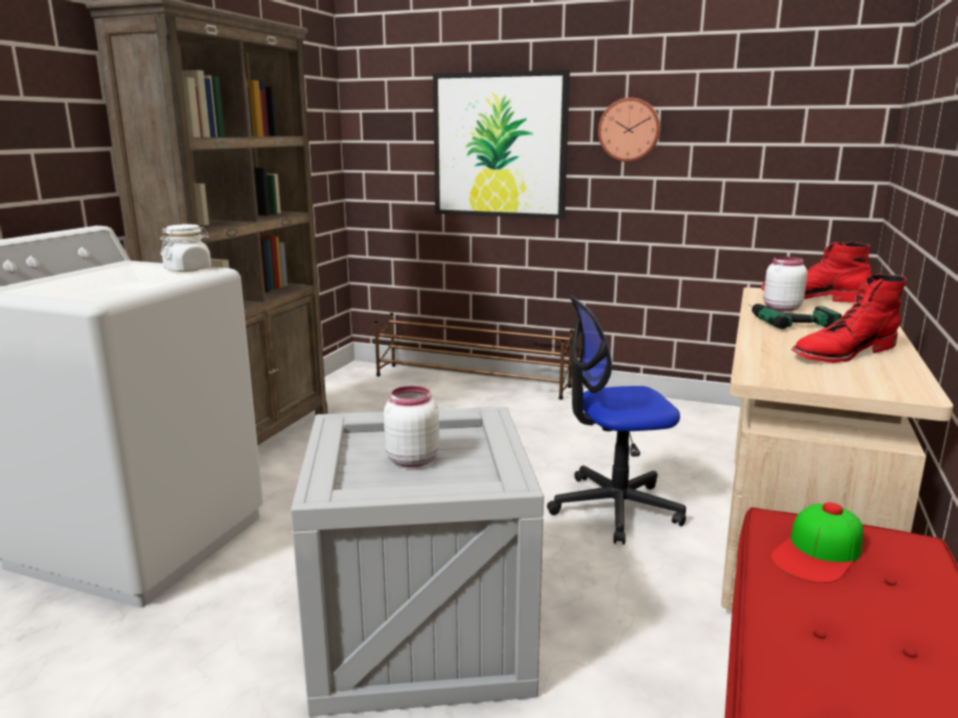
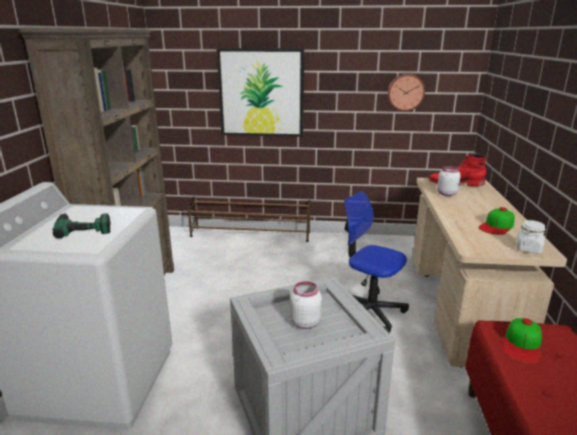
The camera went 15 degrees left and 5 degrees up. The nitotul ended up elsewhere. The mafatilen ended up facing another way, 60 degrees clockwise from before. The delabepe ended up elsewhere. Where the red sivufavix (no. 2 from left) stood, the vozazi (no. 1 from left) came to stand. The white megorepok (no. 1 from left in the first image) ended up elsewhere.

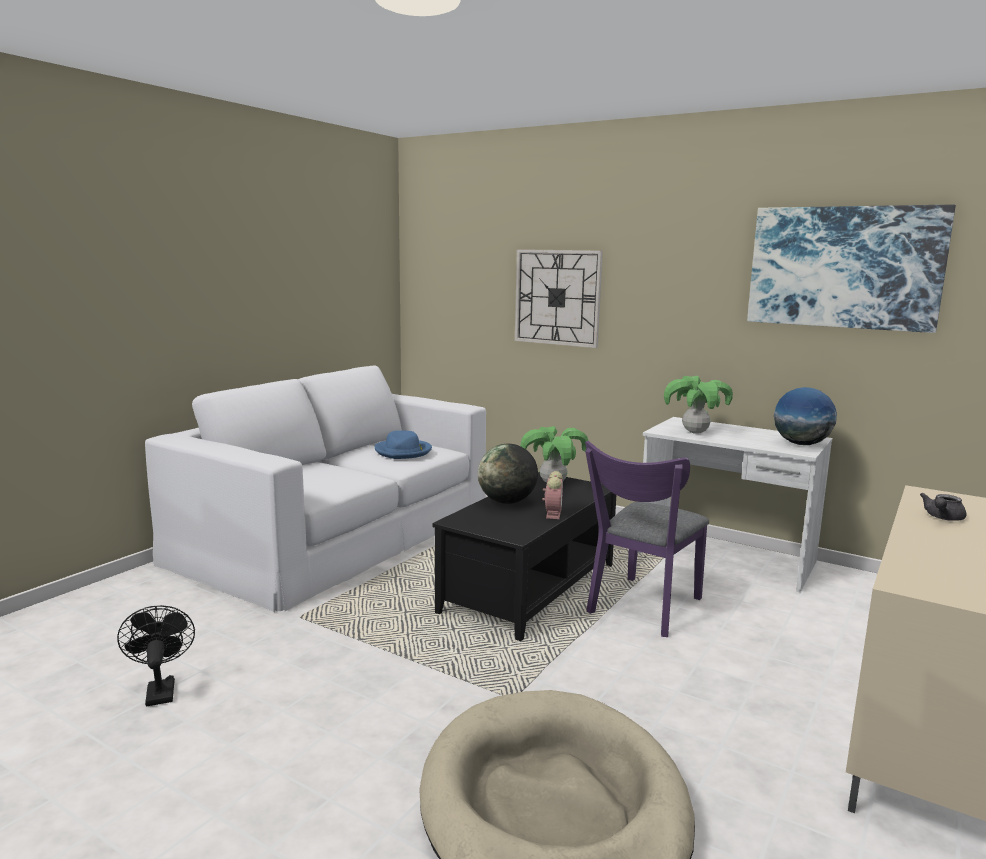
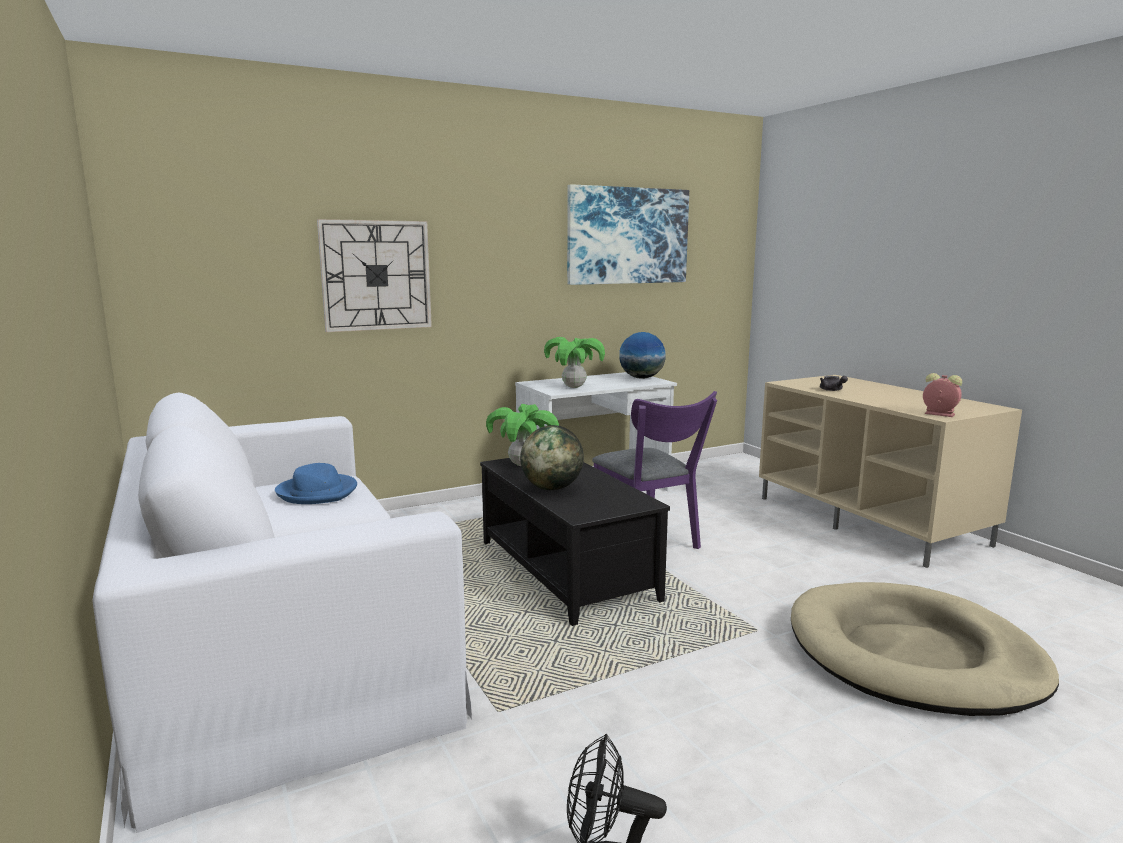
The camera went 60 degrees left and 0 degrees up. The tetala ended up elsewhere.

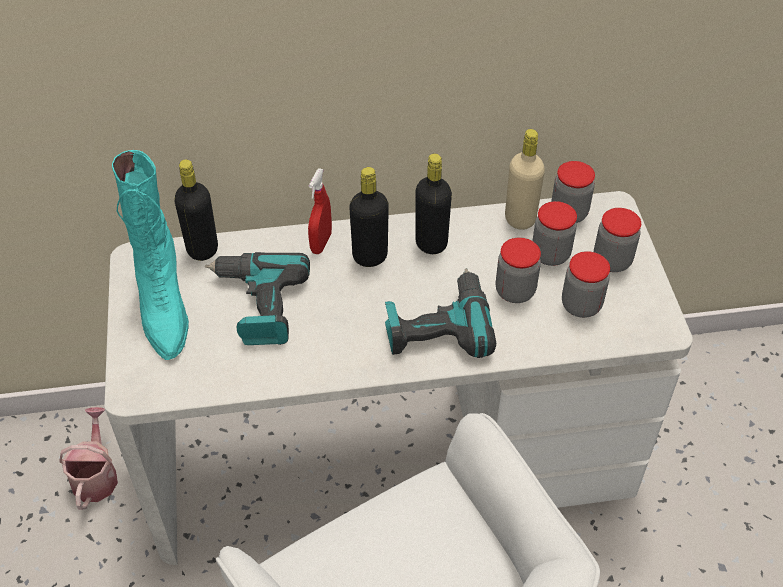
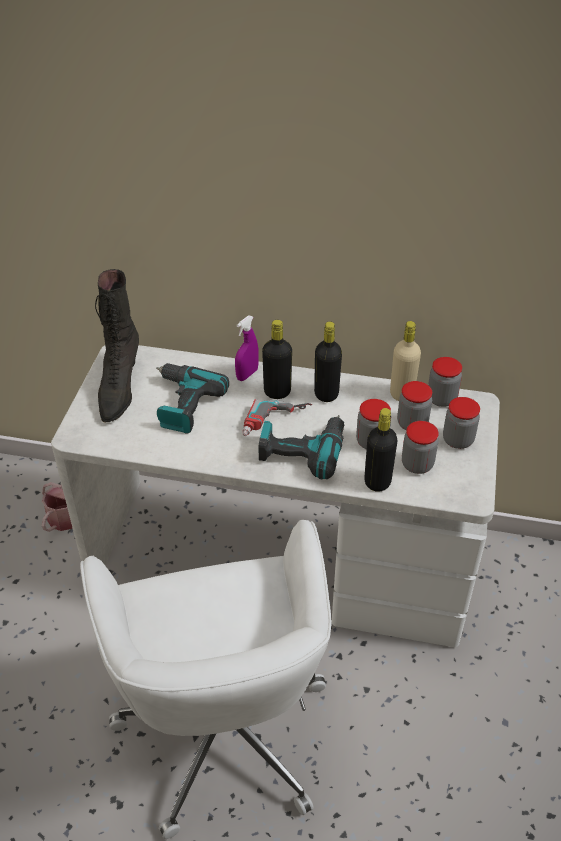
The camera went 20 degrees right and 5 degrees down. What was the turquoise sivufavix turned into the black sivufavix. What was the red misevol turned into the purple misevol. The second view gained the nitotul (no. 2 from left). The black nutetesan (no. 1 from left in the first image) ended up elsewhere.

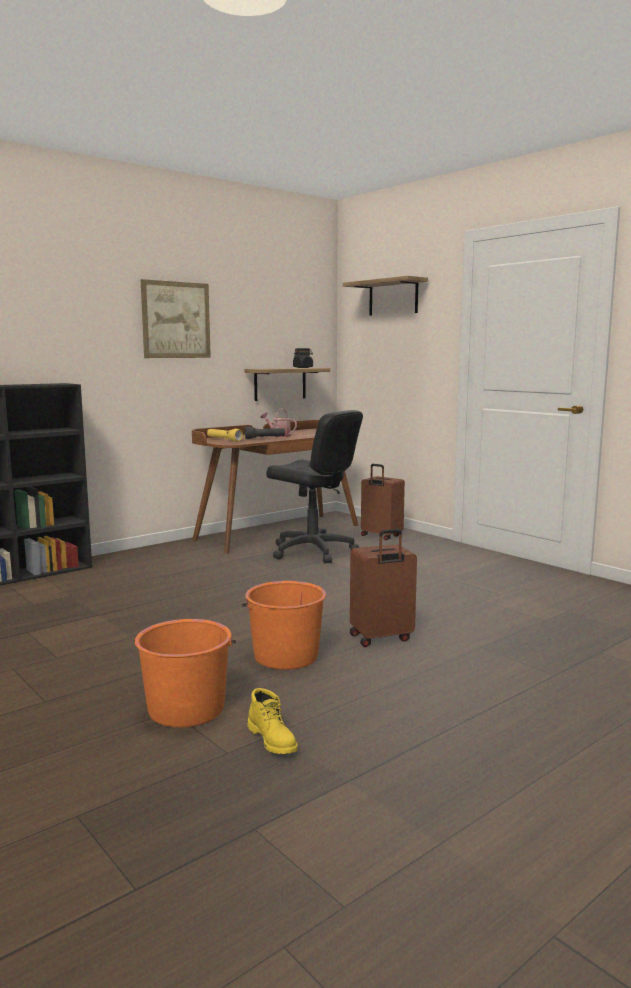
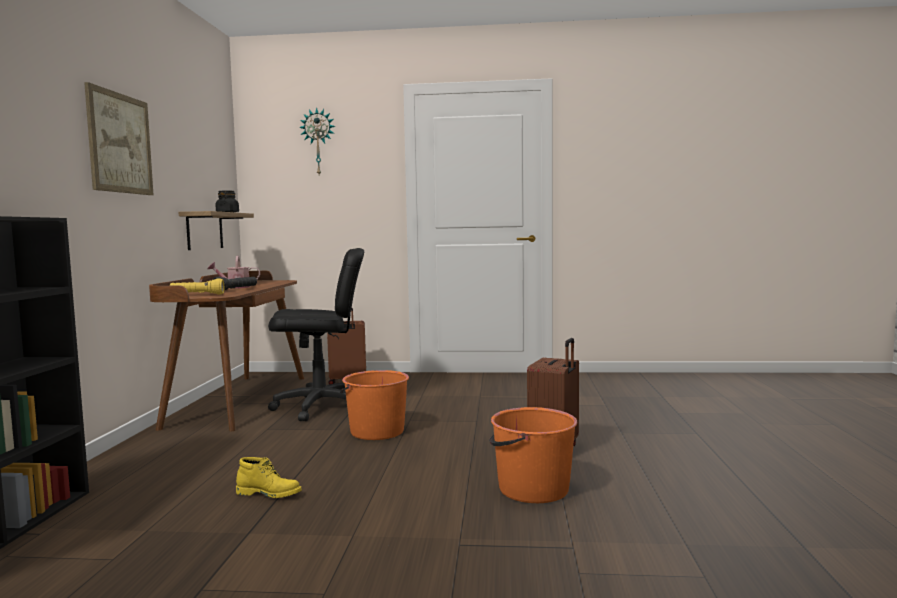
The camera went 45 degrees left and 5 degrees down. The yellow sivufavix ended up elsewhere. Where the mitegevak (no. 2 from left) hung, the delabepe came to hang. The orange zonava (no. 1 from left) ended up elsewhere.

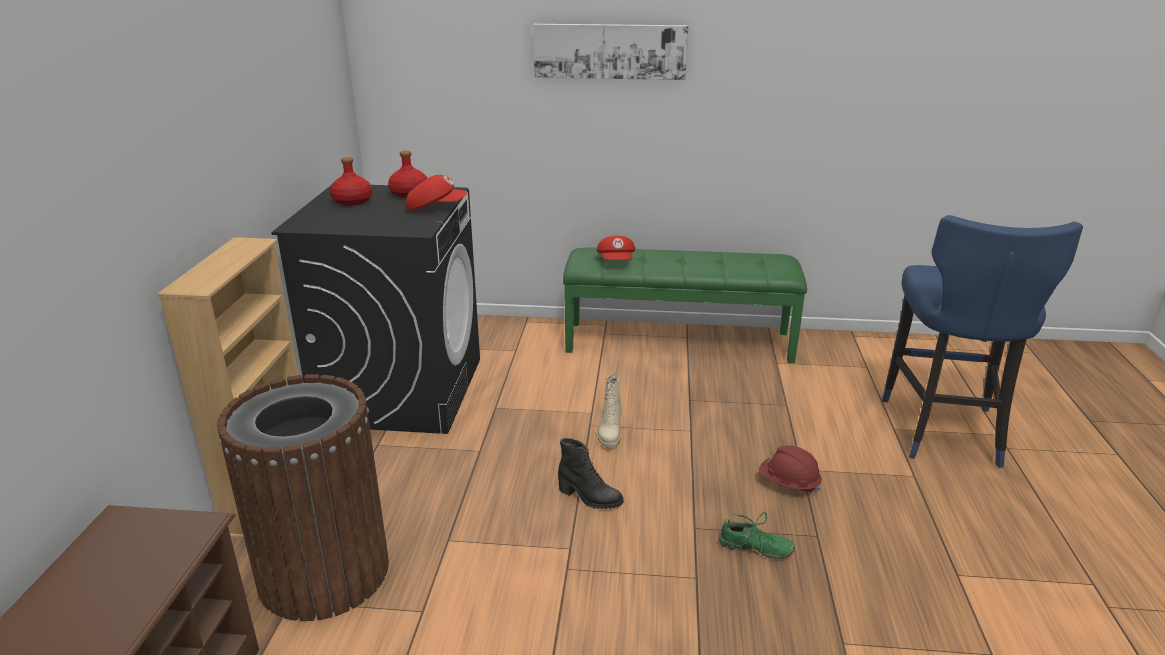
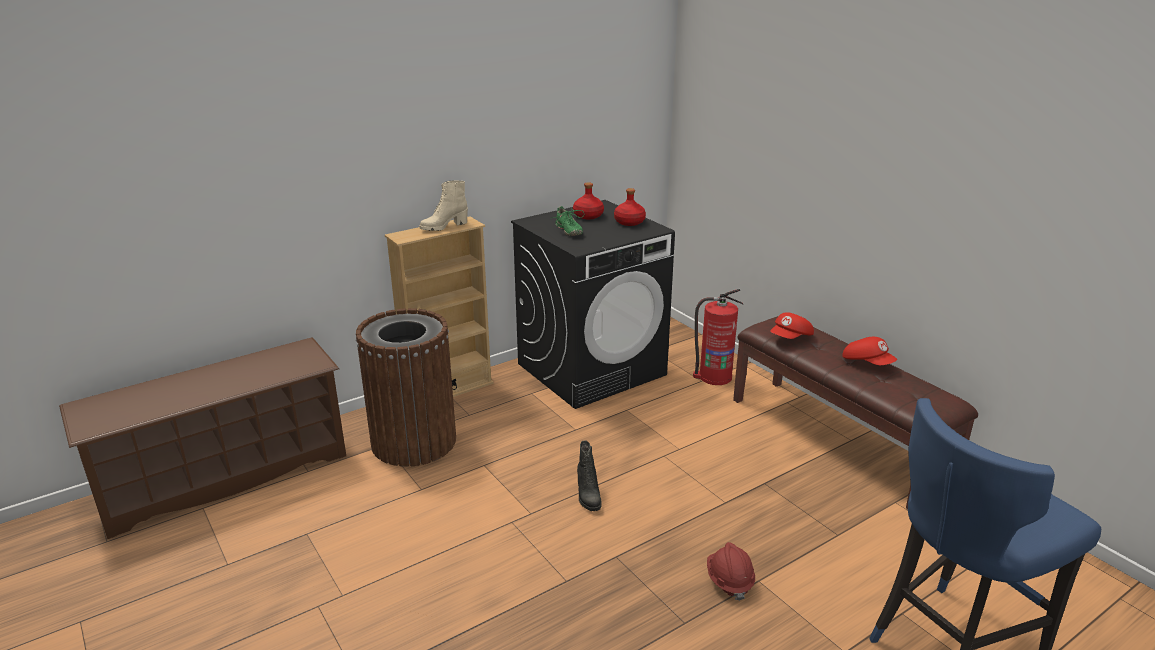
The camera went 50 degrees right and 0 degrees up. The beige sivufavix ended up elsewhere. The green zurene ended up elsewhere. The second view gained the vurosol. What was the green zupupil turned into the brown zupupil. The red vozazi (no. 1 from left in the first image) ended up elsewhere. The second view lost the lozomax.

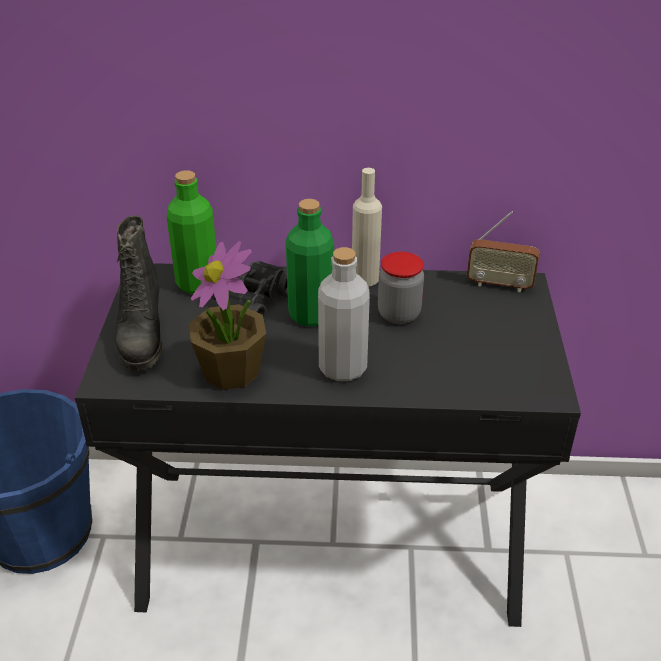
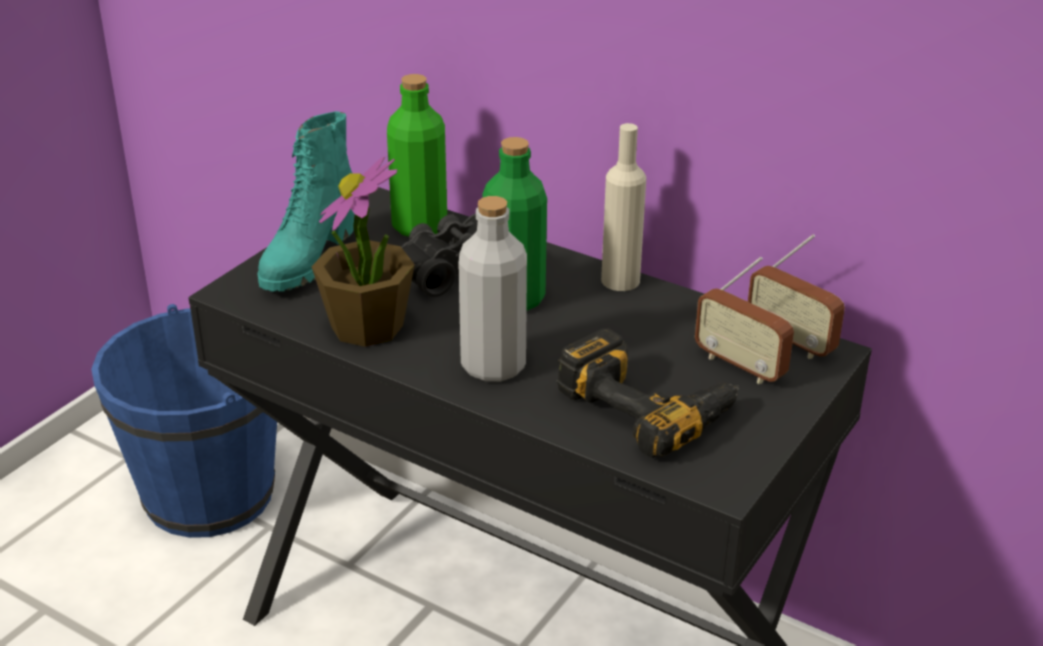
The camera went 30 degrees right and 5 degrees down. What was the black sivufavix turned into the turquoise sivufavix. The second view gained the nitotul. The second view gained the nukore (no. 1 from left). The second view lost the megorepok.

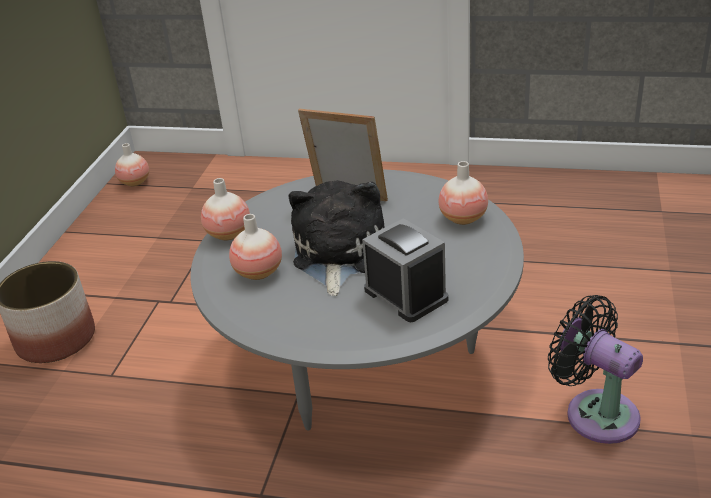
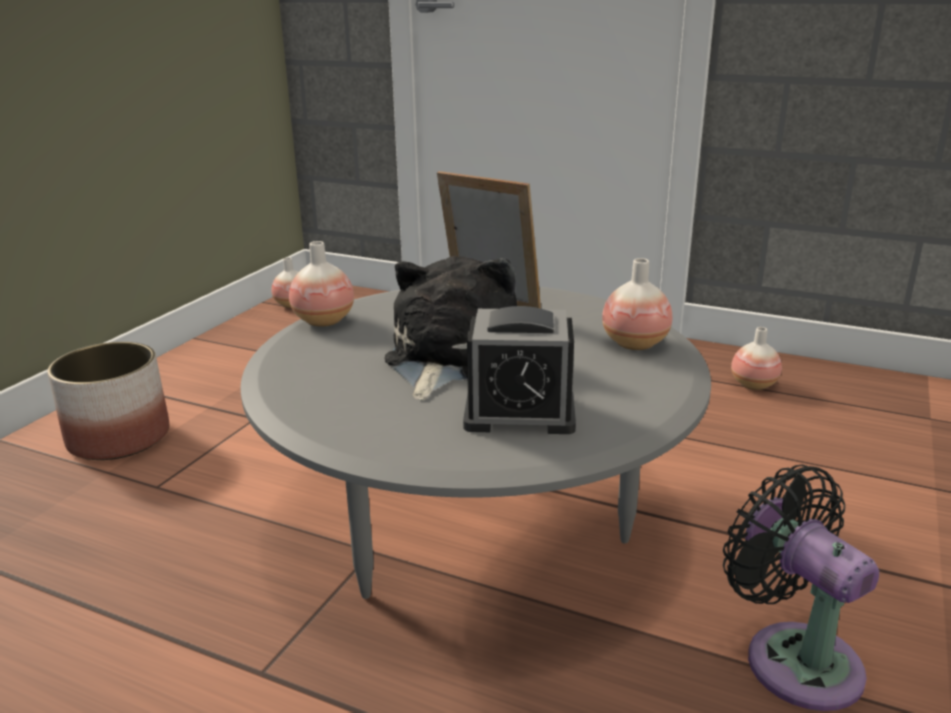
The camera went 10 degrees right and 10 degrees down. The tetala ended up facing another way, 120 degrees clockwise from before. The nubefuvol (no. 3 from left in the first image) ended up elsewhere.

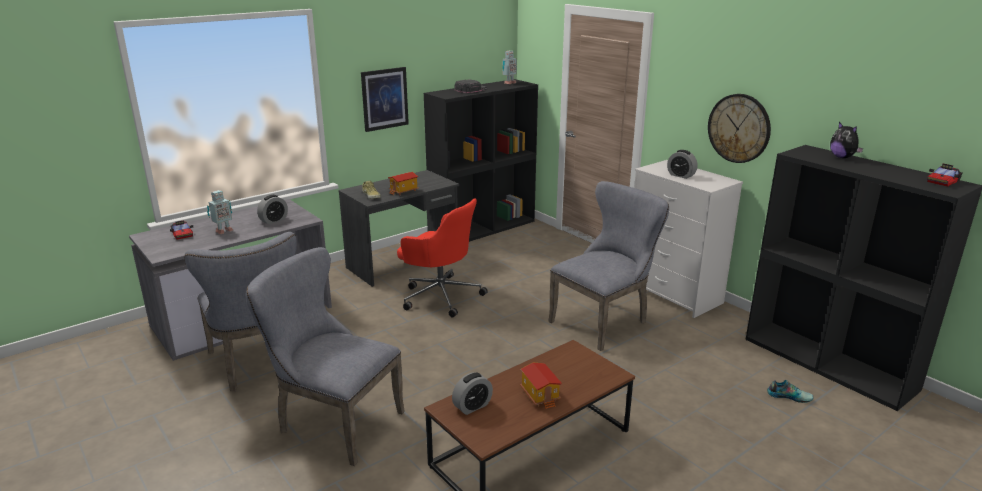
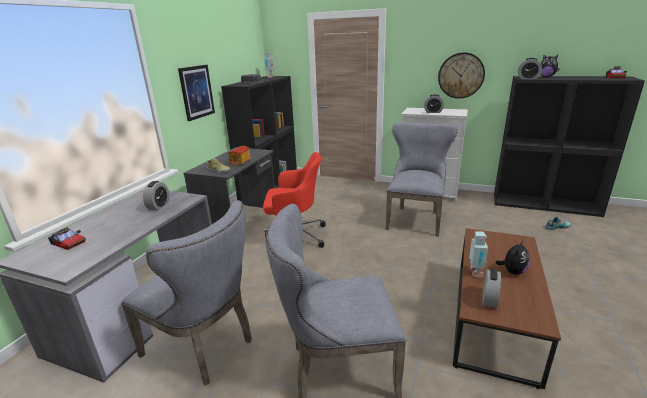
The camera went 30 degrees left and 0 degrees up. The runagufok (no. 1 from left in the first image) ended up elsewhere. Where the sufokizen (no. 2 from left) stood, the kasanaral (no. 1 from left) came to stand. The second view gained the tetala (no. 4 from left).

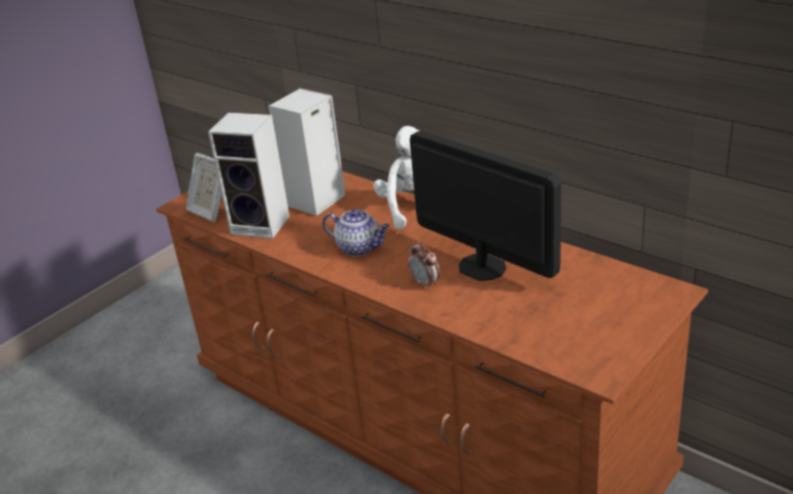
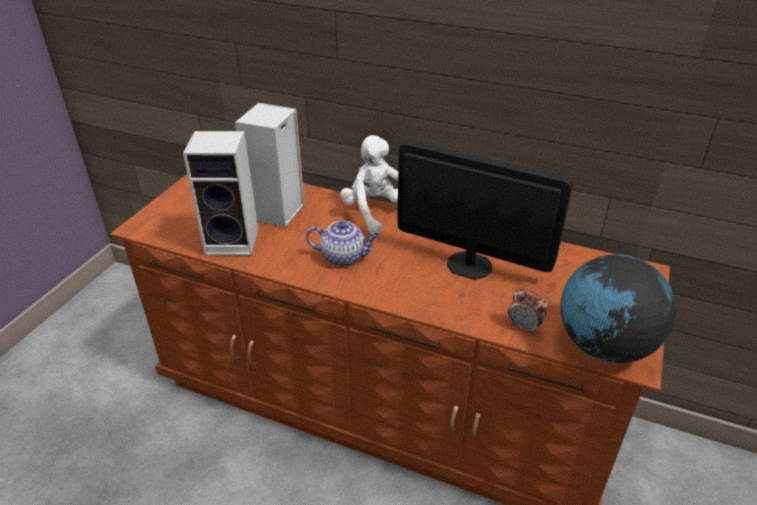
The camera went 20 degrees left and 5 degrees up. The tetala ended up elsewhere. The second view gained the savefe. The second view lost the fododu.

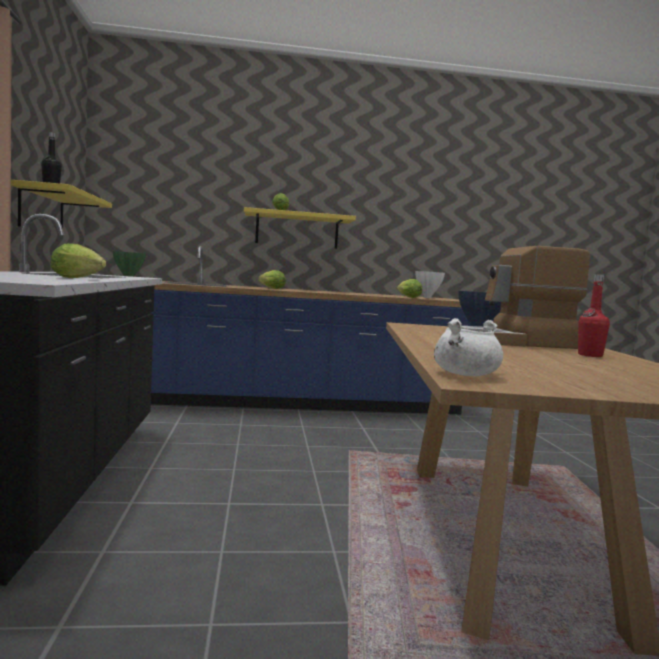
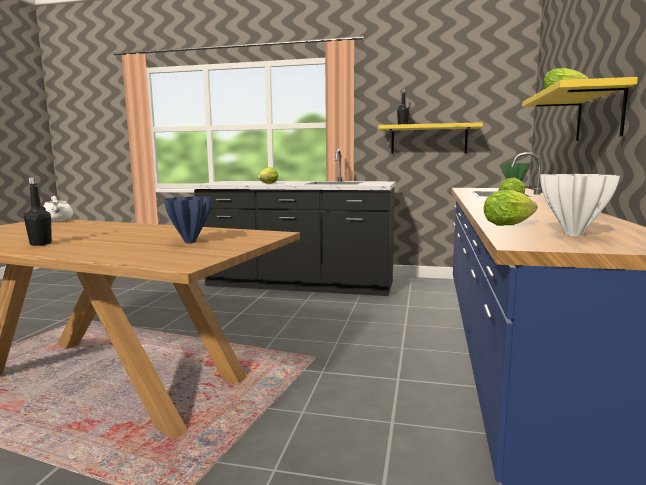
The camera went 110 degrees right and 5 degrees up. What was the red nutetesan turned into the black nutetesan (no. 1 from left). The second view lost the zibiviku.

